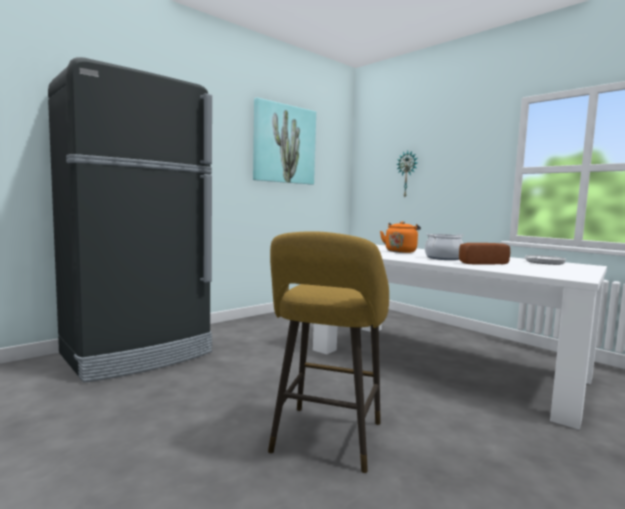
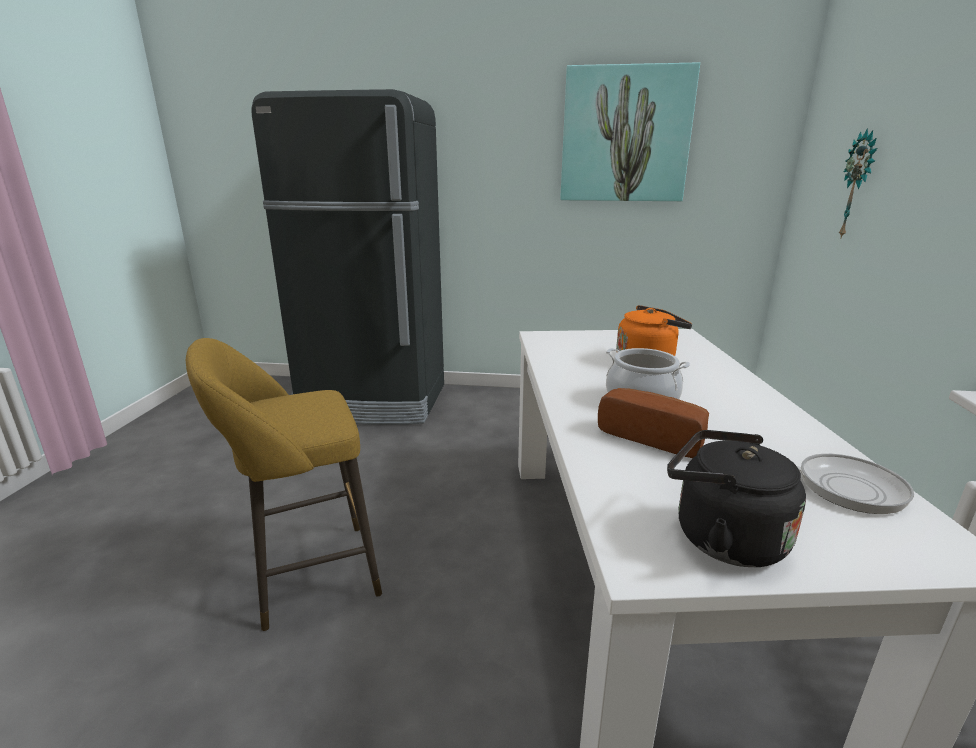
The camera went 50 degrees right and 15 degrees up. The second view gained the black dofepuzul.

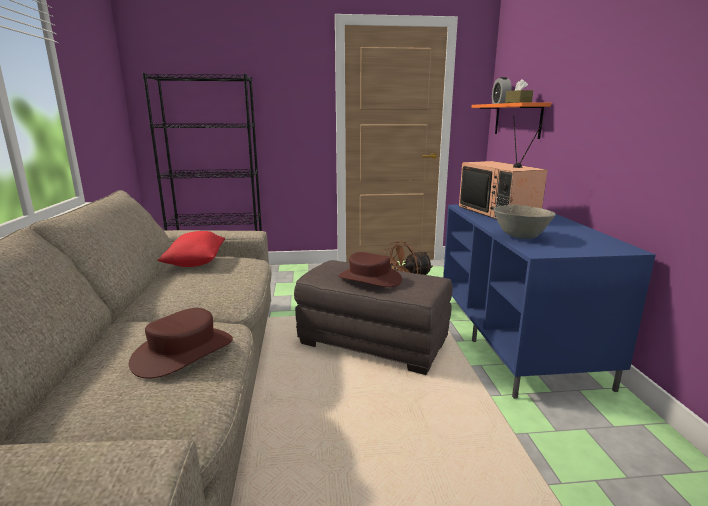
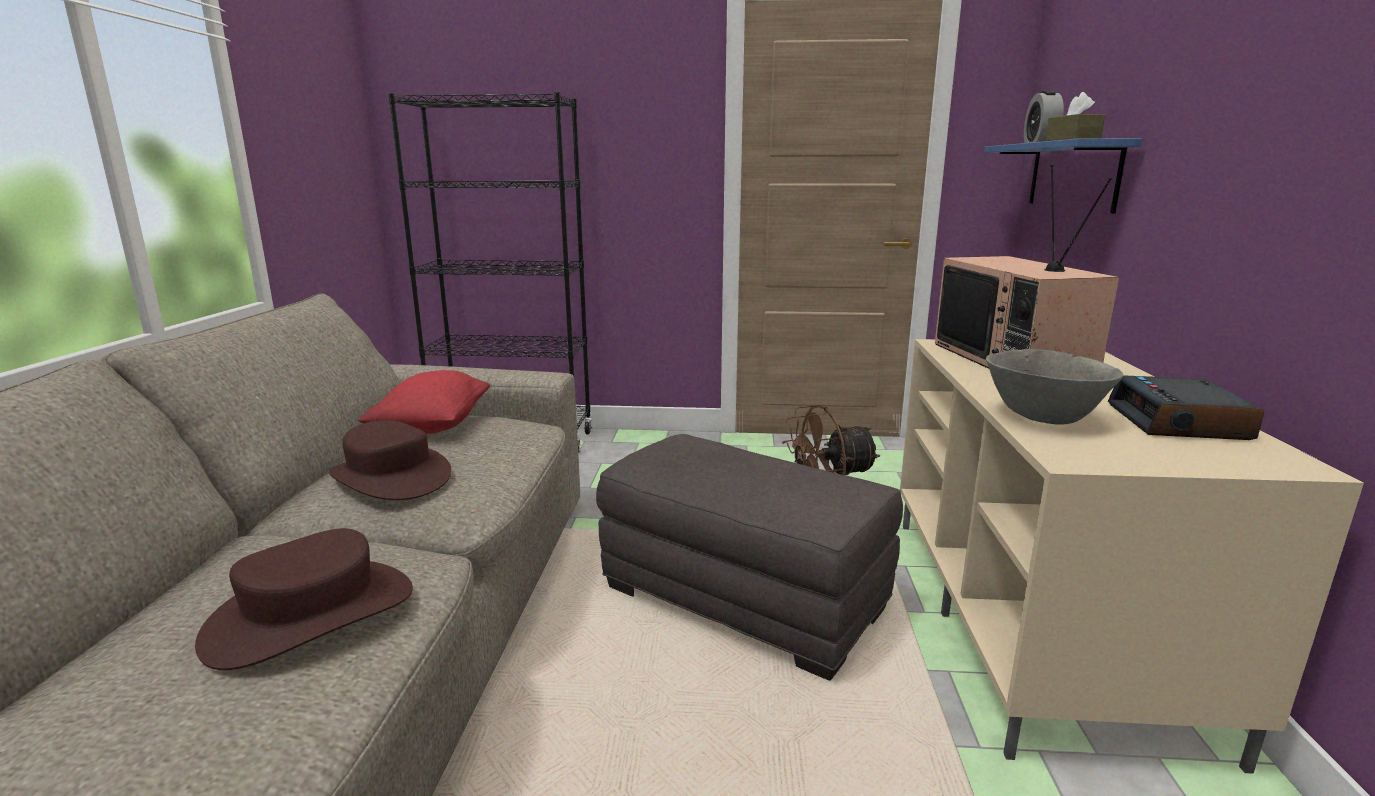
The camera went 10 degrees right and 0 degrees up. The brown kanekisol (no. 2 from left) ended up elsewhere. What was the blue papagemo turned into the beige papagemo. What was the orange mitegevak turned into the blue mitegevak. The second view gained the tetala (no. 2 from left).

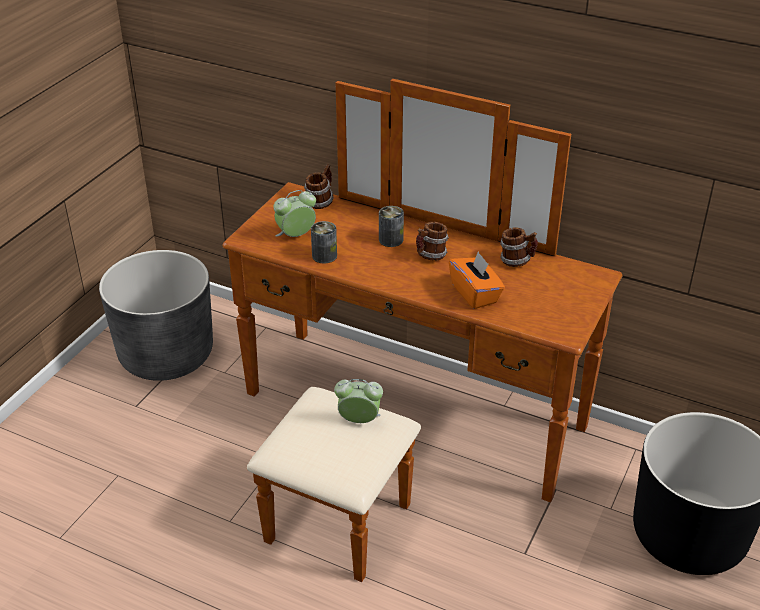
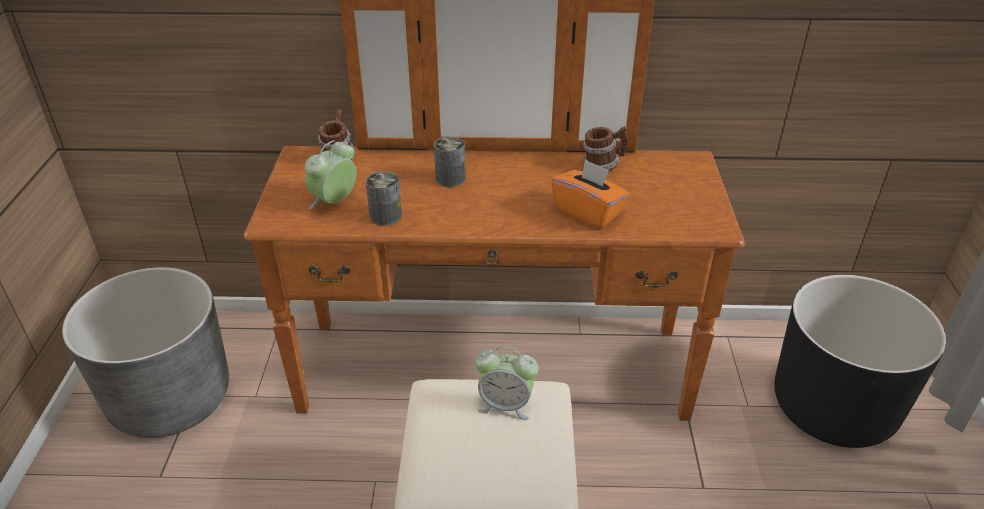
The camera went 25 degrees left and 0 degrees up. The tetala (no. 2 from left) ended up facing another way, 150 degrees counterclockwise from before. The second view lost the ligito (no. 2 from left).

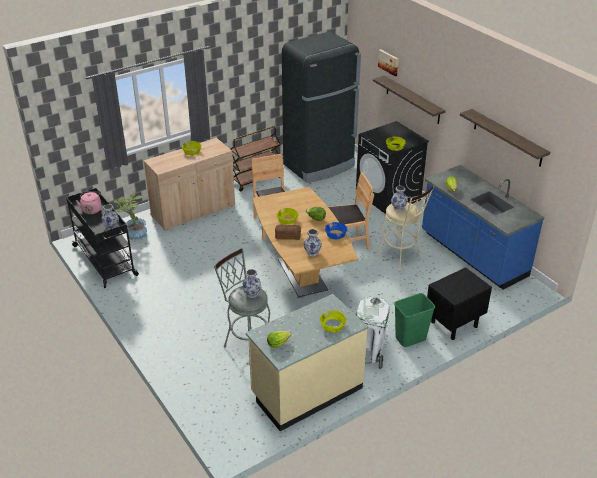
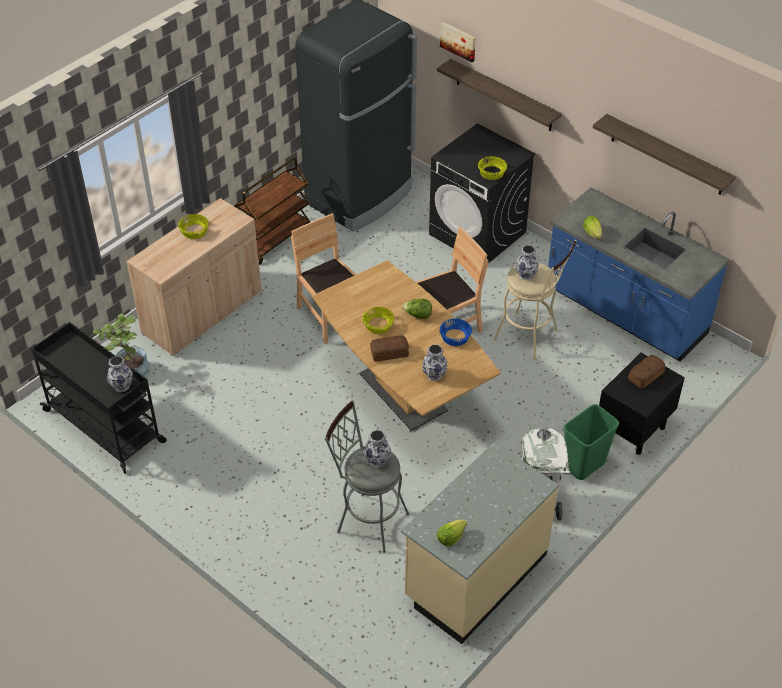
The camera went 15 degrees left and 10 degrees up. The second view gained the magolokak (no. 2 from left). The second view lost the pink dofepuzul. The second view lost the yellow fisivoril (no. 3 from left).

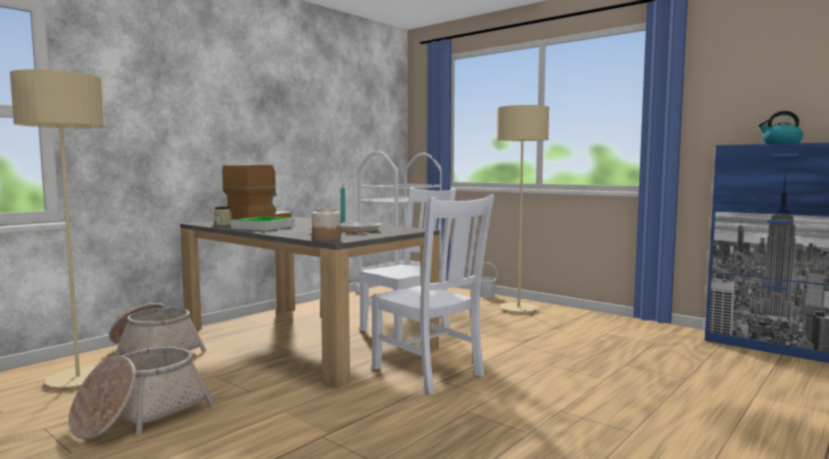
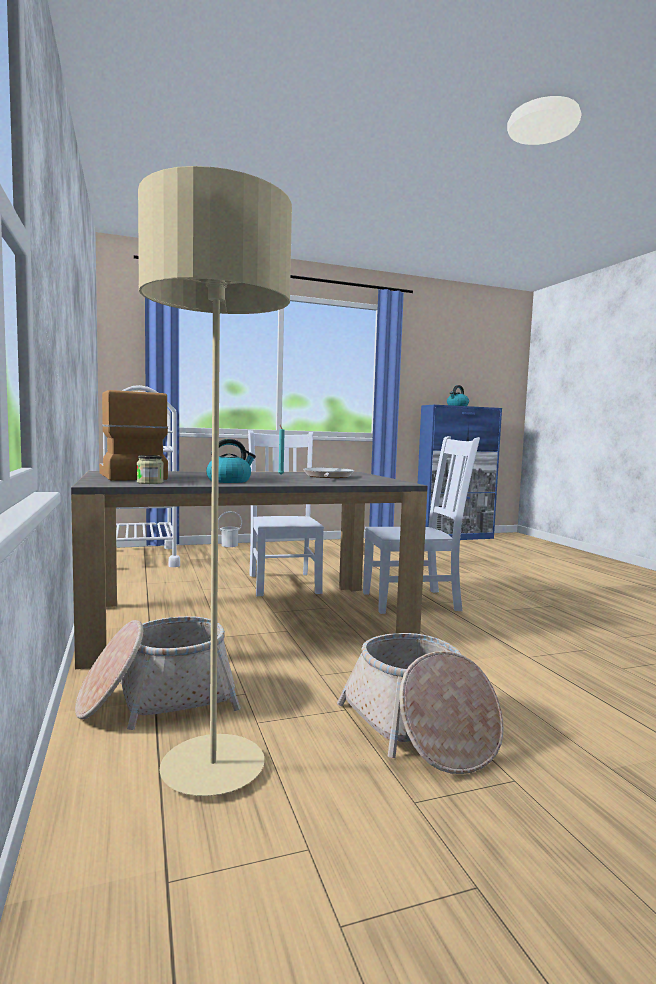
The camera went 60 degrees left and 0 degrees up. Where the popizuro stood, the dofepuzul (no. 1 from left) came to stand. The second view lost the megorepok (no. 2 from left). The second view lost the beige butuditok (no. 2 from left).

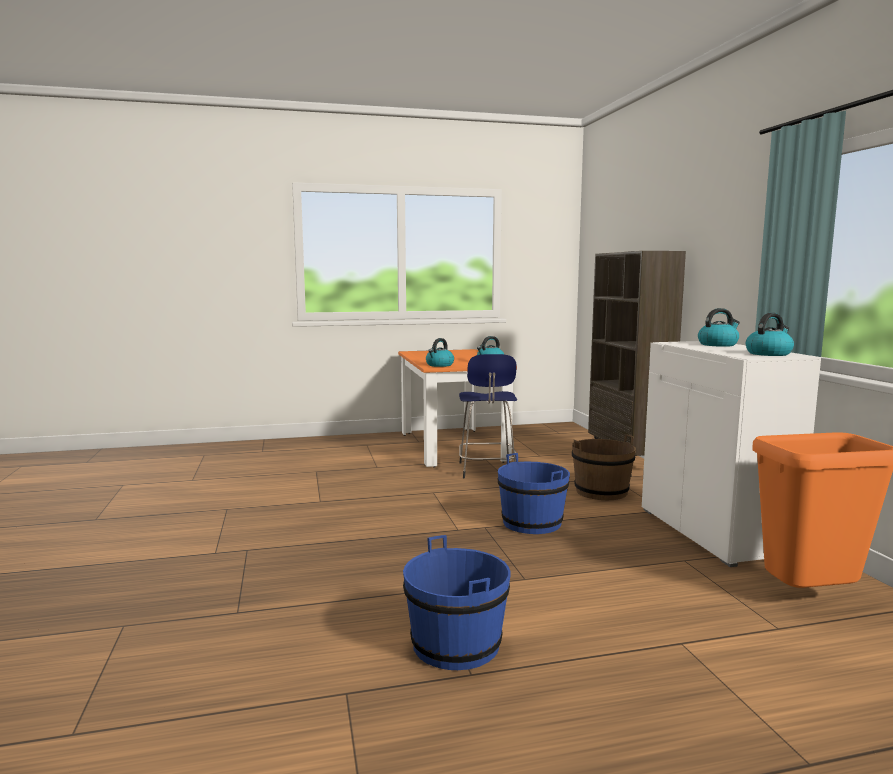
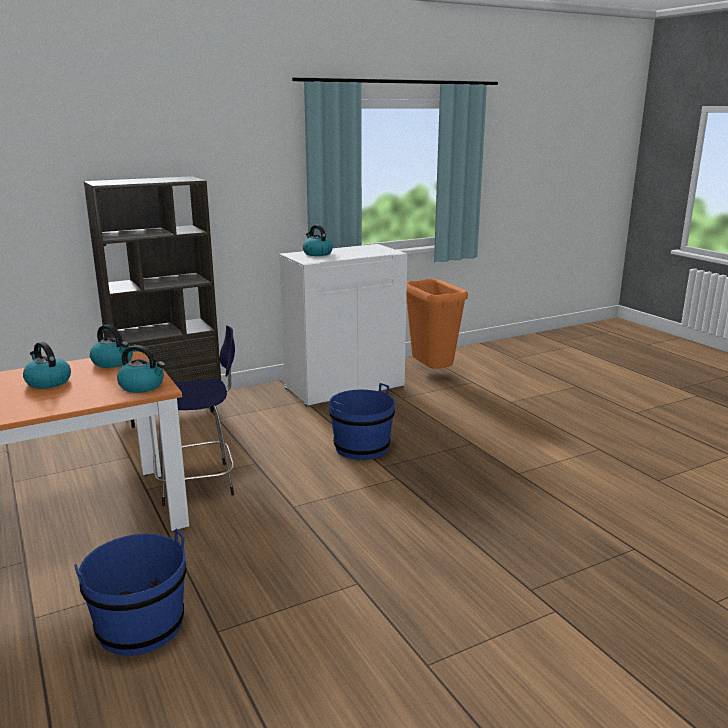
The camera went 105 degrees left and 10 degrees up. The dofepuzul (no. 4 from left in the first image) ended up elsewhere. The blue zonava (no. 1 from left) ended up elsewhere. The second view lost the brown zonava.

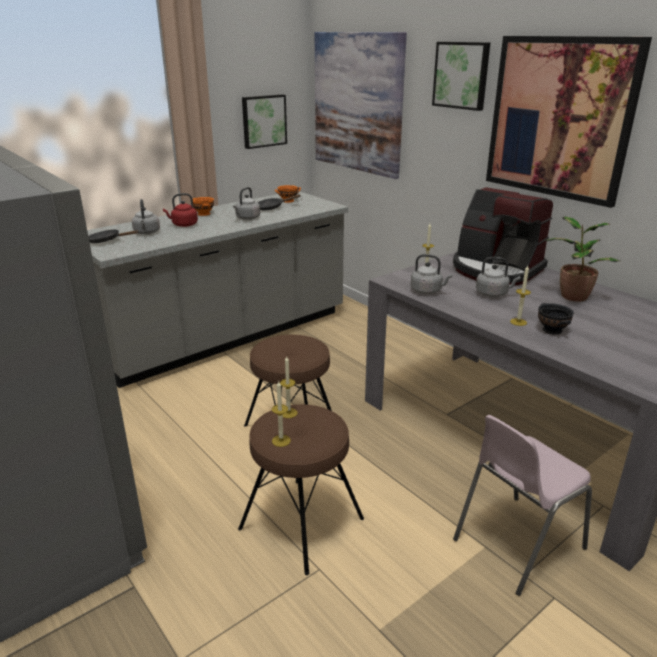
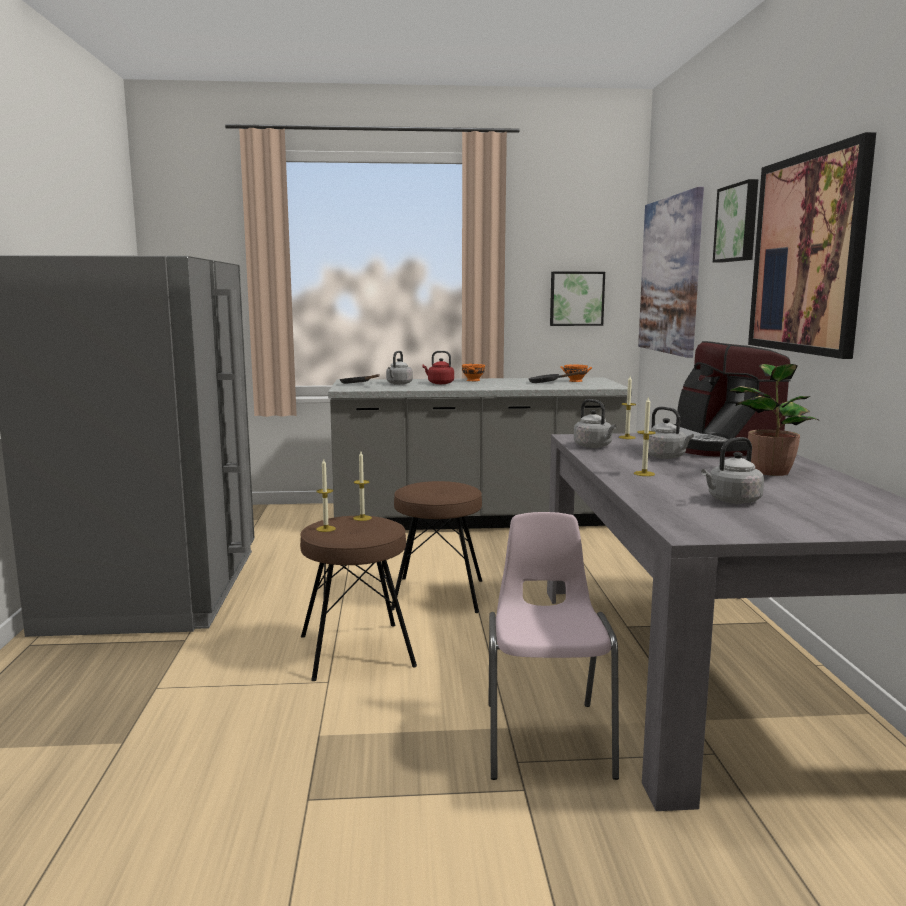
The camera went 35 degrees right and 15 degrees down. The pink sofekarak ended up facing another way, 90 degrees clockwise from before. The grey dofepuzul (no. 2 from left in the first image) ended up elsewhere. The second view lost the black fisivoril.

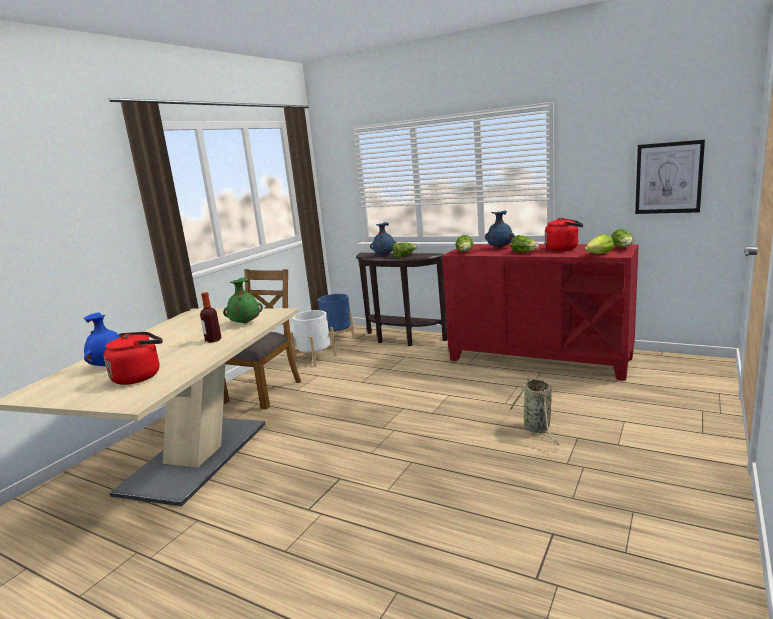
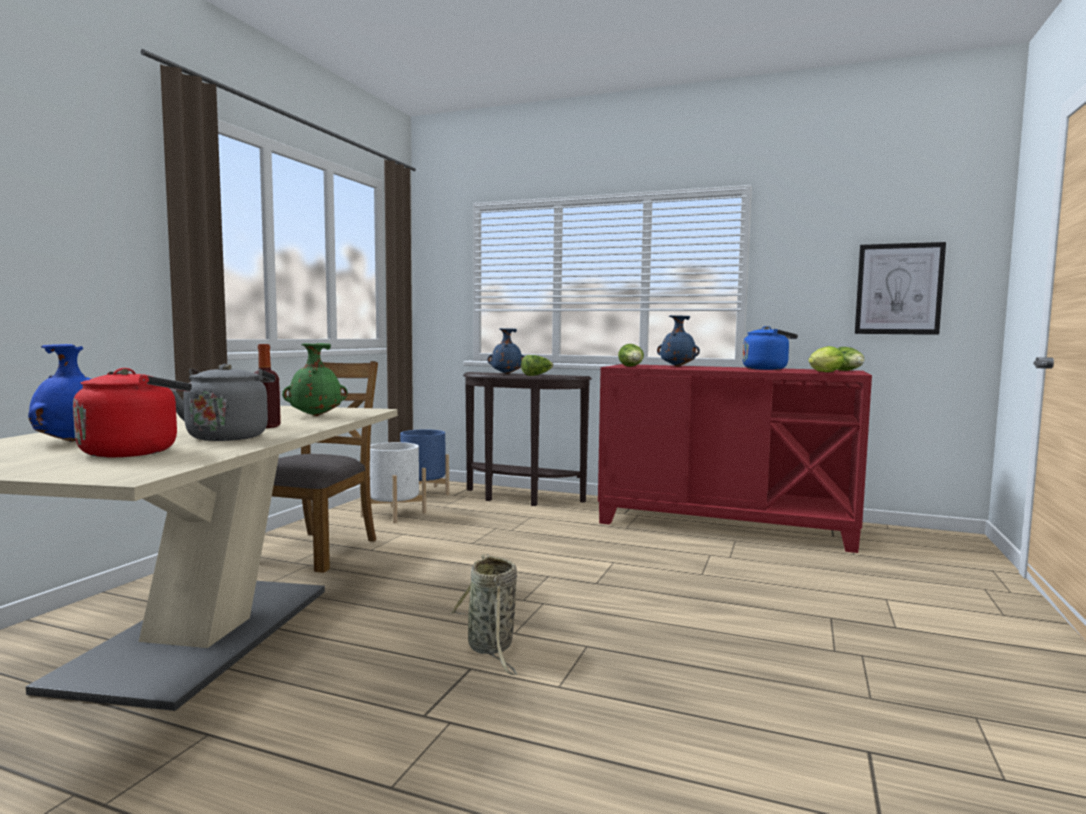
The camera went 10 degrees left and 10 degrees down. The second view gained the grey dofepuzul. The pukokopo ended up elsewhere. What was the red dofepuzul (no. 2 from left) turned into the blue dofepuzul. The second view lost the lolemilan (no. 3 from left).

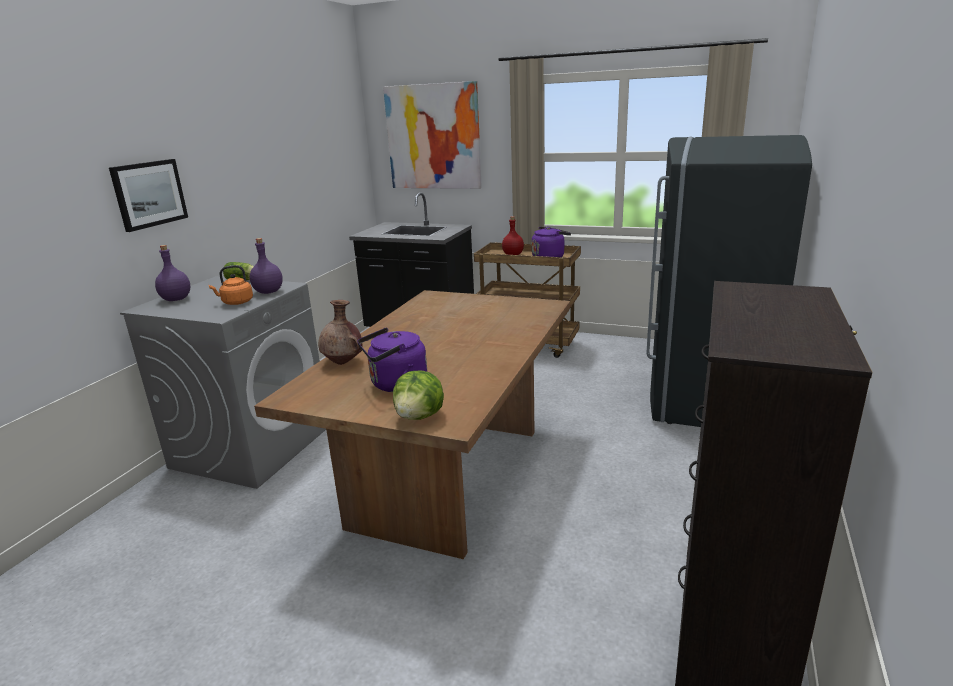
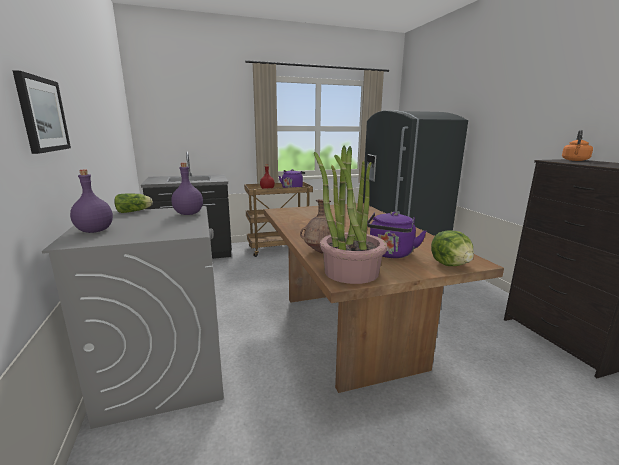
The camera went 40 degrees left and 5 degrees down. The second view gained the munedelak. The orange dofepuzul ended up elsewhere. The second view lost the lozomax (no. 2 from left).

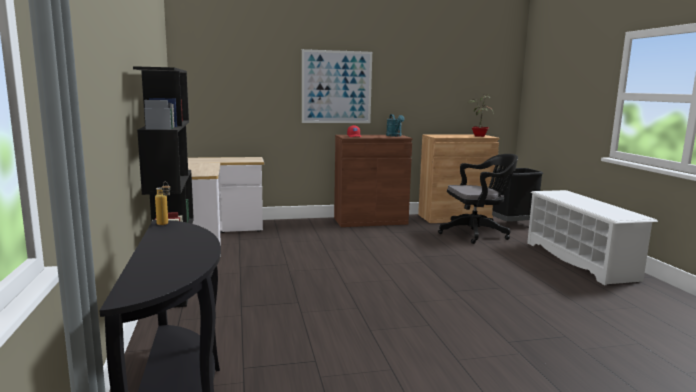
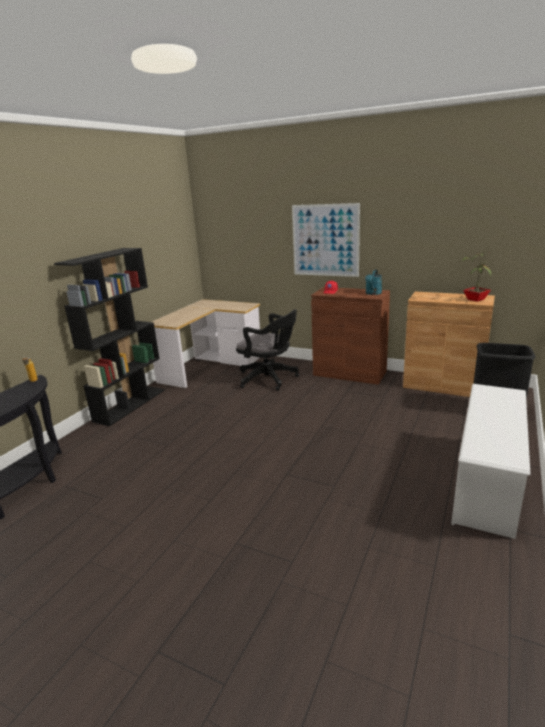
The camera went 40 degrees right and 10 degrees up. The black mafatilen ended up elsewhere.

